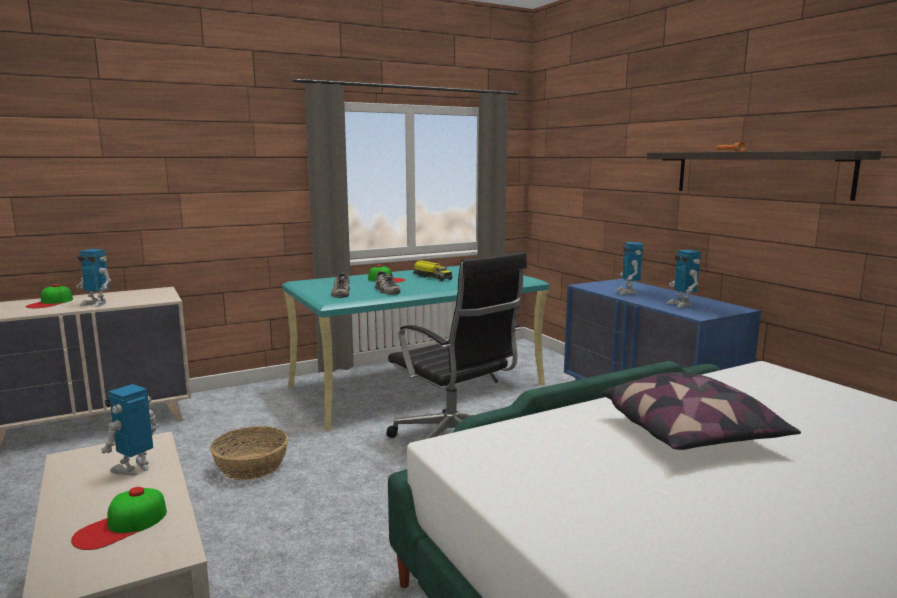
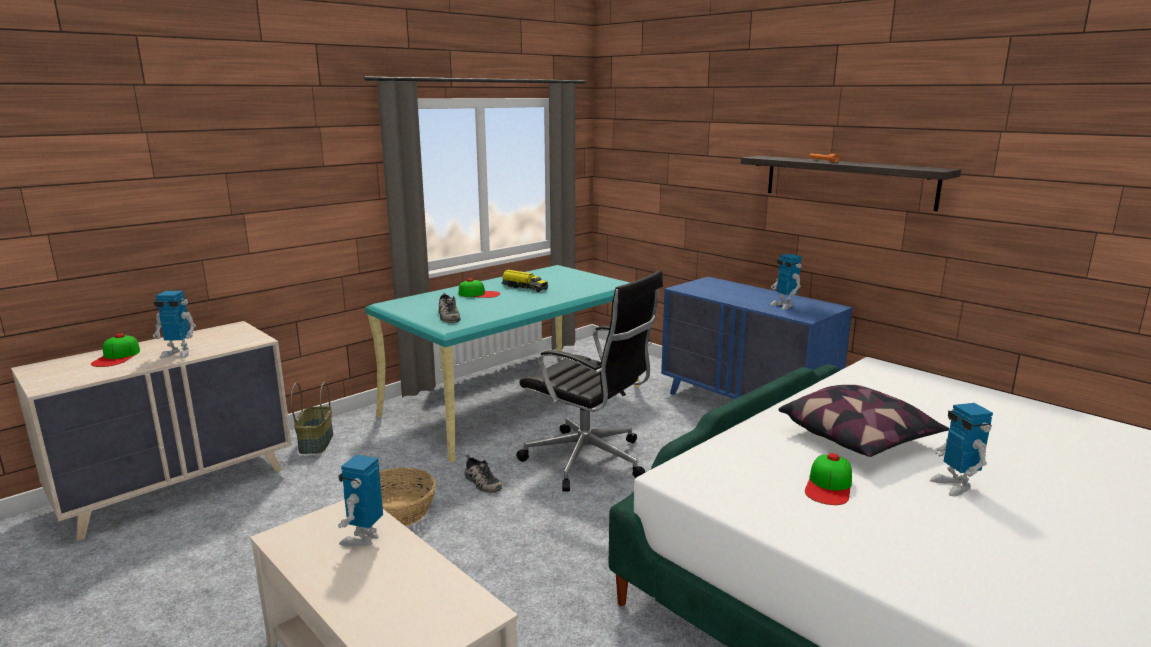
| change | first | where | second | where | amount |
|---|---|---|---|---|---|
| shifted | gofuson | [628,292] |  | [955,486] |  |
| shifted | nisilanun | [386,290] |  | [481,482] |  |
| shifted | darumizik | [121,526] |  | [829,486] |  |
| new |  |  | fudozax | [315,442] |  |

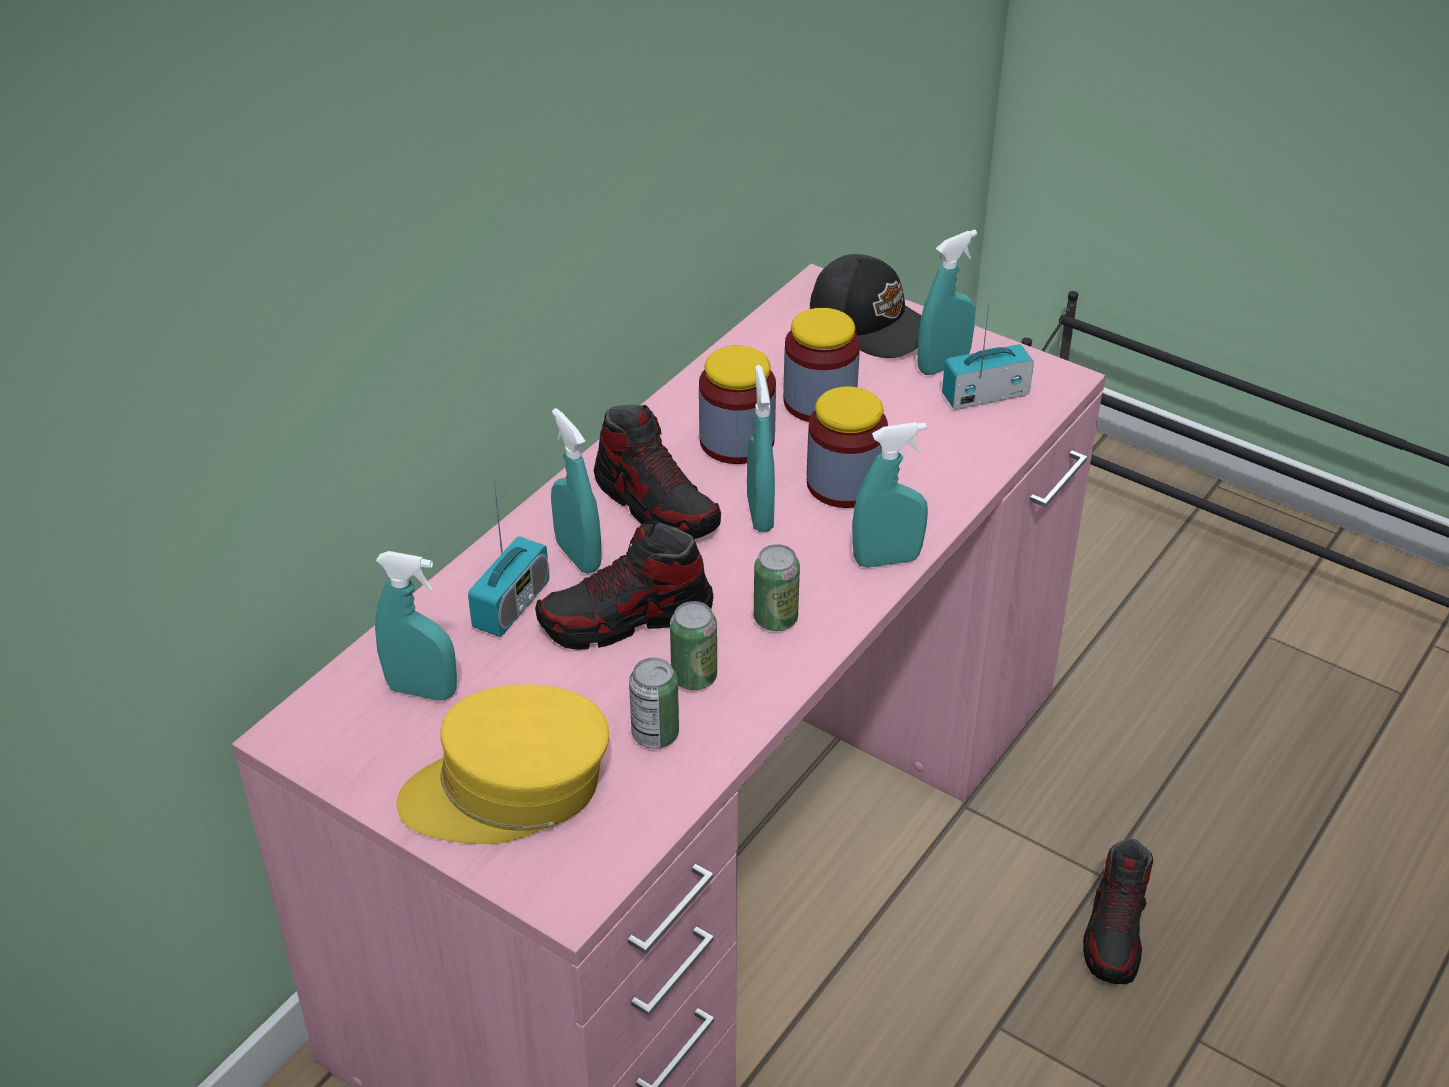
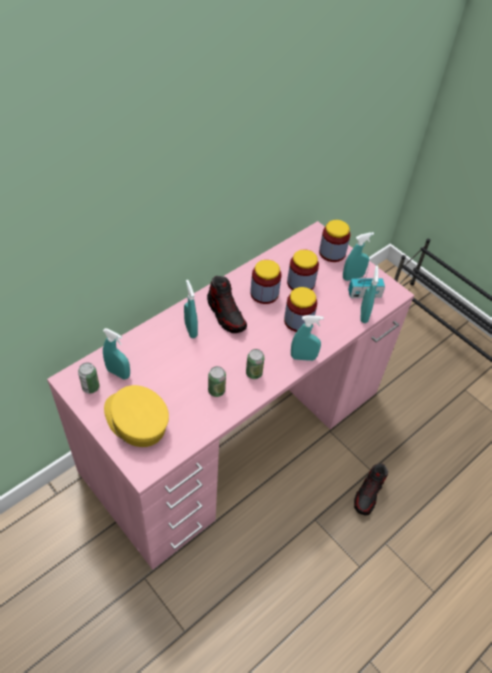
| change | first | where | second | where | amount |
|---|---|---|---|---|---|
| swapped | black_darumizik | [872,323] | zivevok | [332,253] |  |
| shifted | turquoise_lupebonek | [760,514] |  | [364,315] |  |
| gone | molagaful | [511,605] |  |  |  |
| gone | nisilanun | [626,619] |  |  |  |
| shifted | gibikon | [655,734] |  | [91,387] |  |
| rotated | yellow_darumizik | [509,790] |  | [136,421] | 45 degrees clockwise |

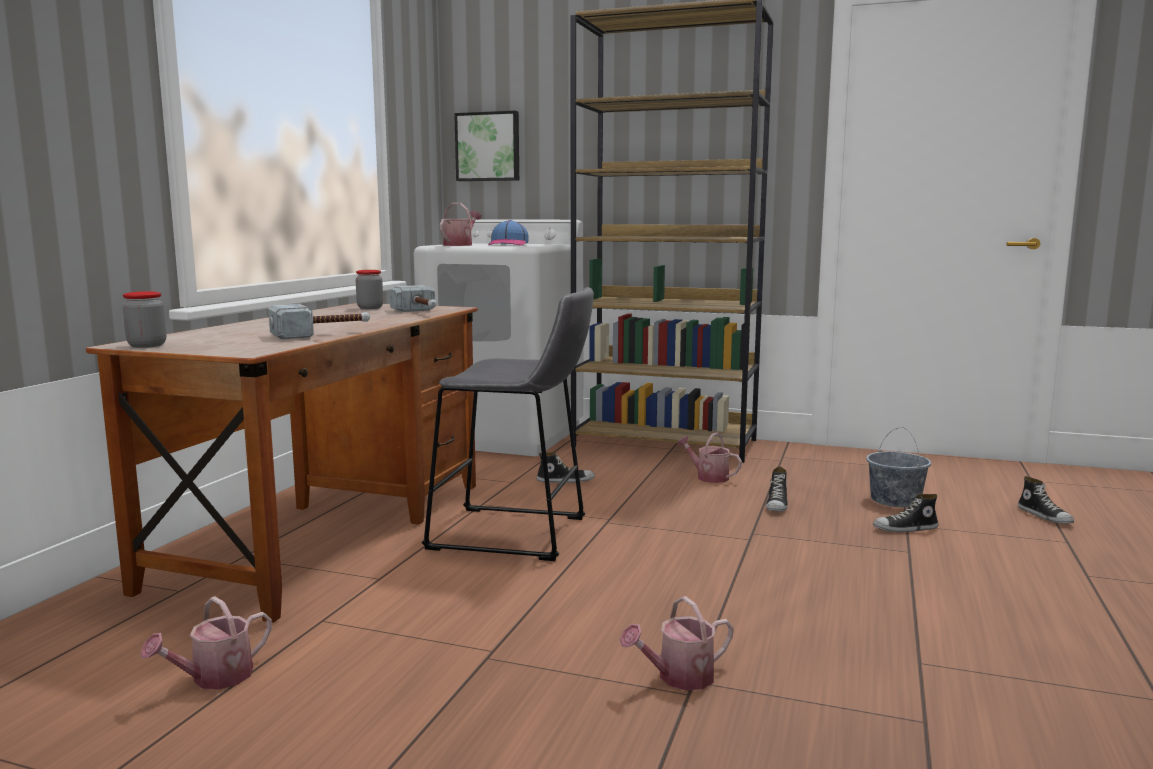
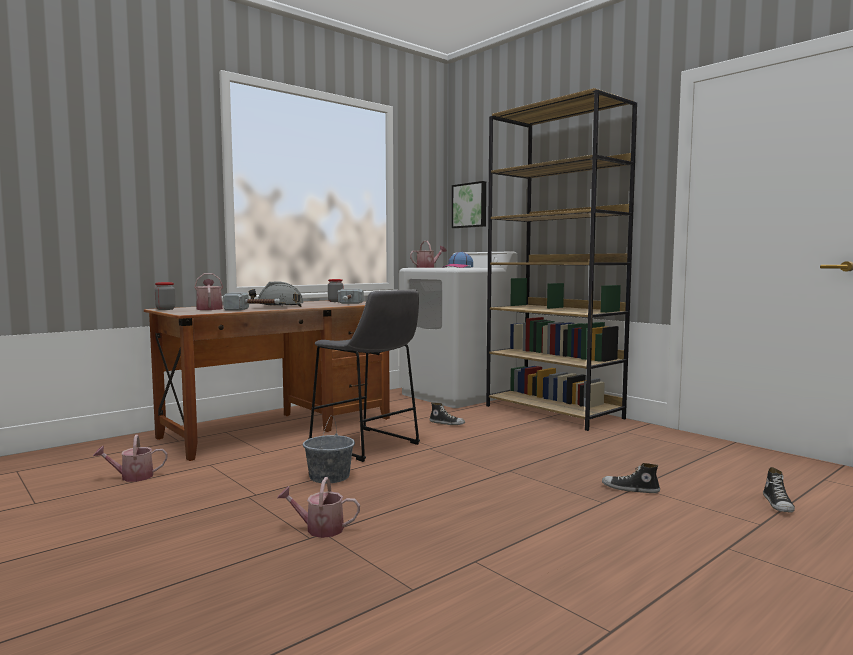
| change | first | where | second | where | amount |
|---|---|---|---|---|---|
| shifted | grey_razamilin | [895,500] |  | [329,476] |  |
| shifted | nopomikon | [708,477] |  | [209,309] |  |
| gone | nisilanun | [777,505] |  |  |  |
| new |  |  | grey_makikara | [277,307] |  |

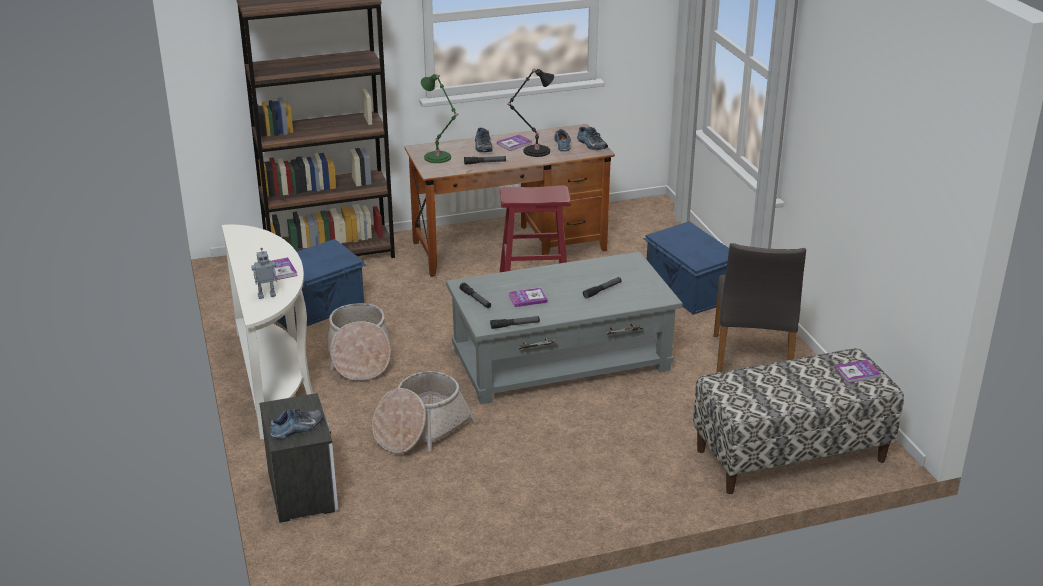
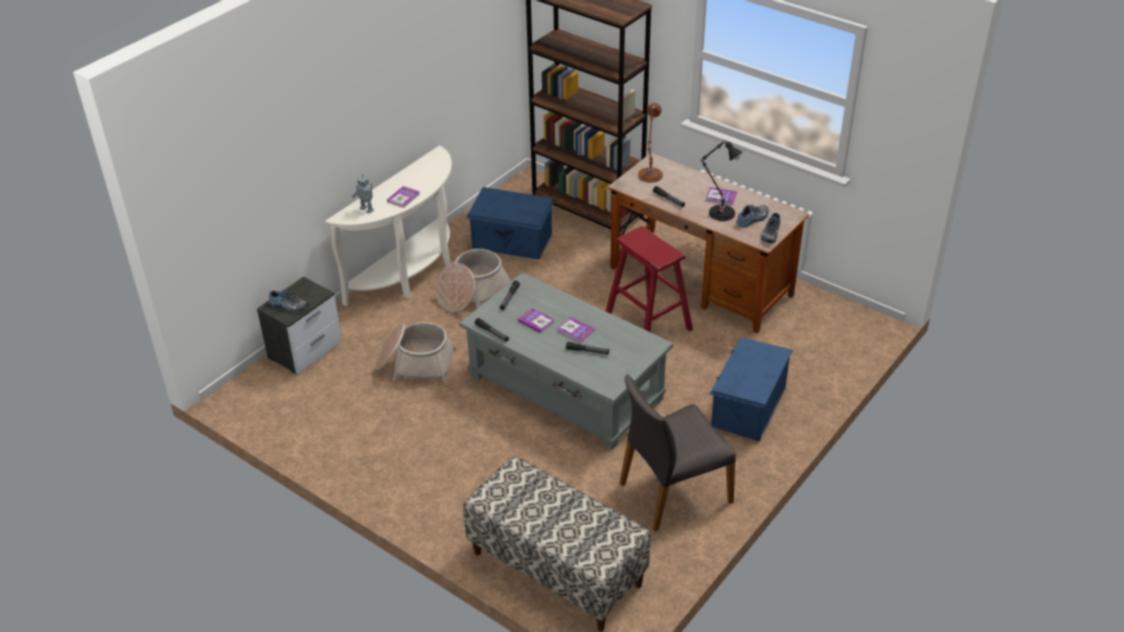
| change | first | where | second | where | amount |
|---|---|---|---|---|---|
| repainted | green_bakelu | [439,158] | brown_bakelu | [649,176] |  |
| gone | nisilanun | [482,146] |  |  |  |
| shifted | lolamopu | [857,372] |  | [575,330] |  |

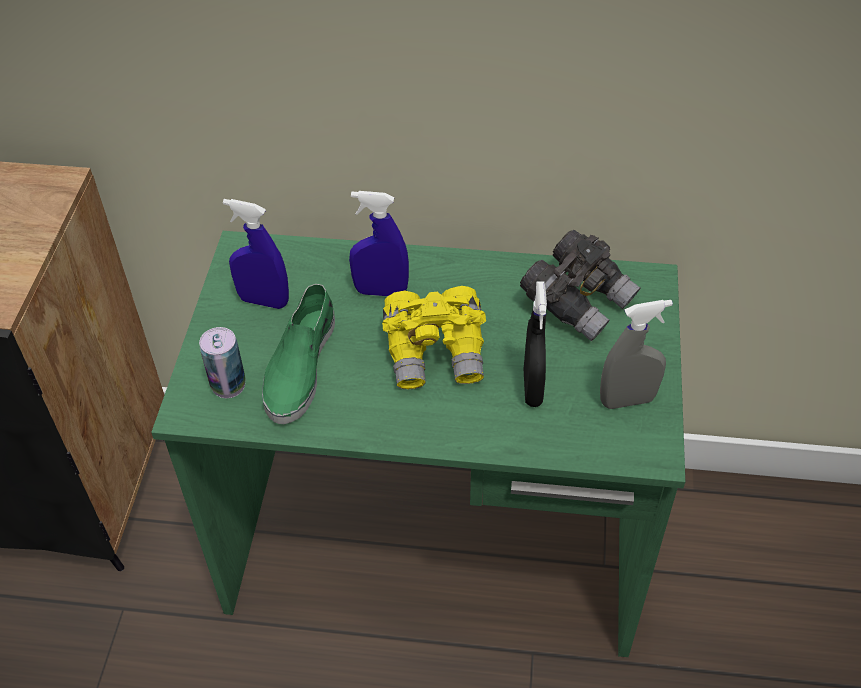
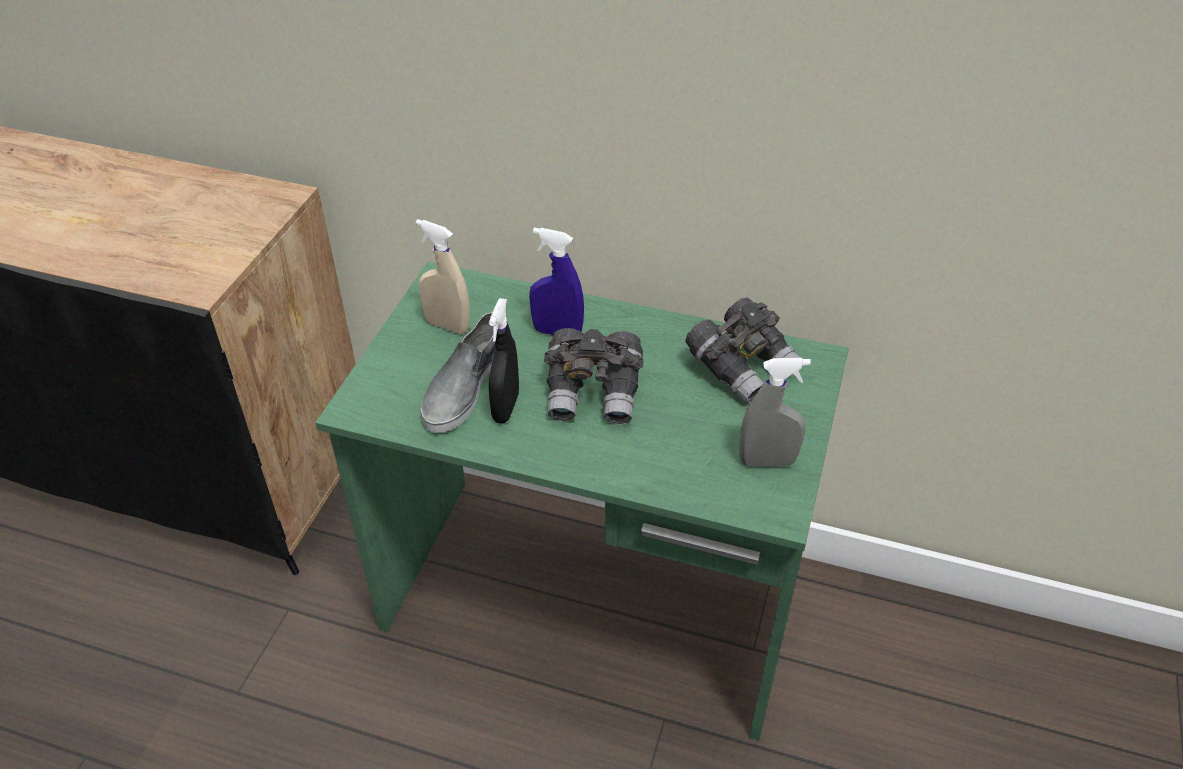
| change | first | where | second | where | amount |
|---|---|---|---|---|---|
| repainted | blue_lupebonek | [264,301] | beige_lupebonek | [447,325] |  |
| shifted | black_lupebonek | [532,388] |  | [506,407] |  |
| repainted | green_nisilanun | [300,366] | grey_nisilanun | [465,386] |  |
| repainted | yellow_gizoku | [436,353] | grey_gizoku | [594,393] |  |
| gone | gibikon | [228,385] |  |  |  |

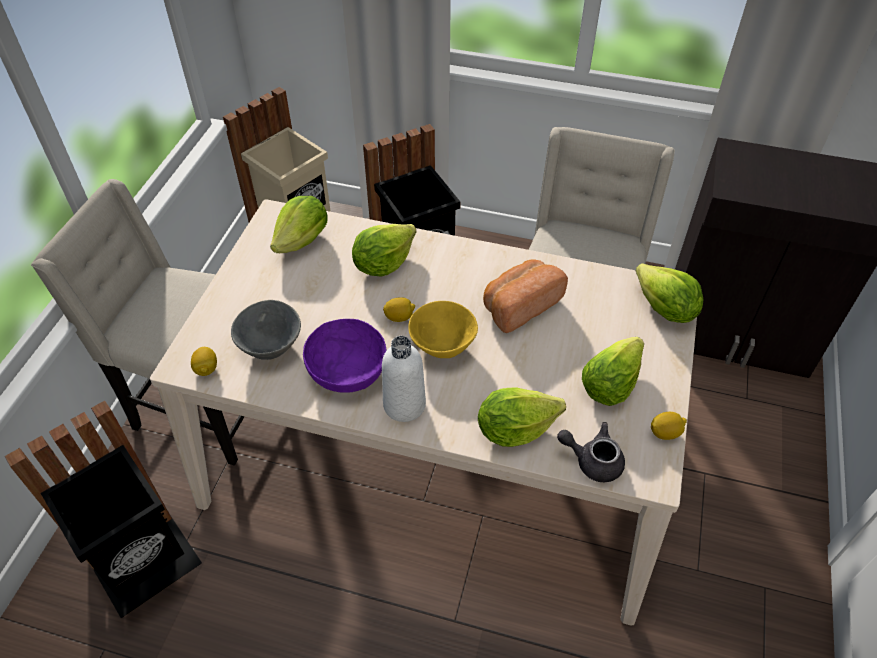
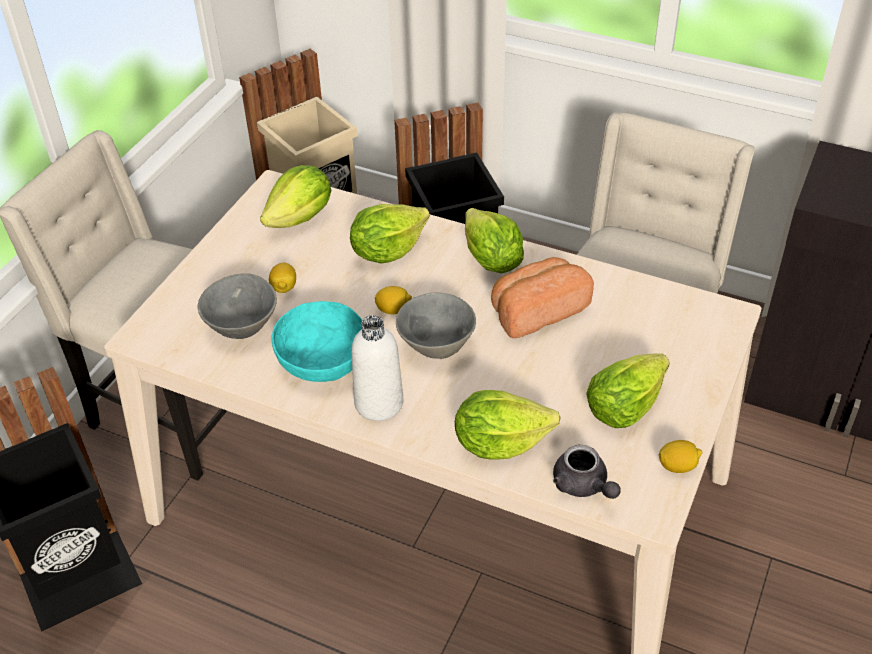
| change | first | where | second | where | amount |
|---|---|---|---|---|---|
| shifted | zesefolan | [664,309] |  | [491,261] |  |
| repainted | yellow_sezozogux | [443,344] | grey_sezozogux | [437,344] |  |
| repainted | purple_sezozogux | [347,370] | turquoise_sezozogux | [322,360] |  |
| shifted | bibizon | [206,369] |  | [284,287] |  |
| rotated | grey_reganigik | [592,460] |  | [583,486] | 150 degrees counterclockwise |

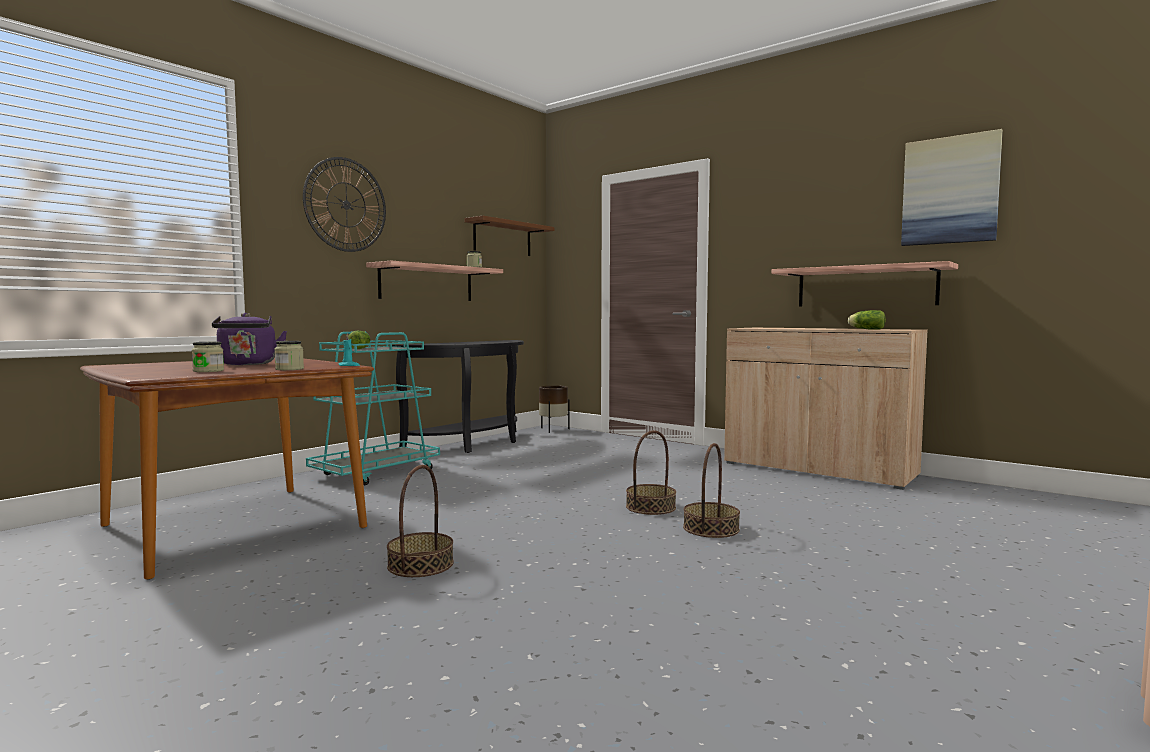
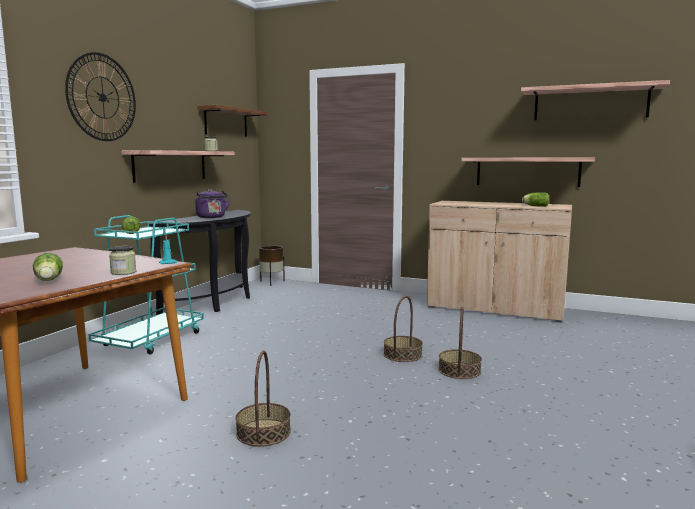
| change | first | where | second | where | amount |
|---|---|---|---|---|---|
| swapped | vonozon | [950,190] | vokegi | [590,103] |  |
| shifted | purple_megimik | [247,364] |  | [212,217] |  |
| swapped | zivevok | [208,371] | zesefolan | [48,280] |  |

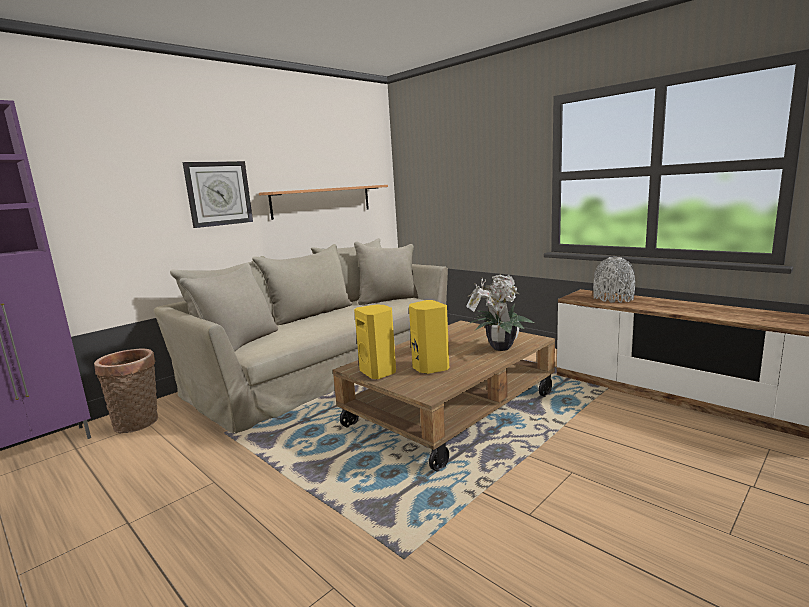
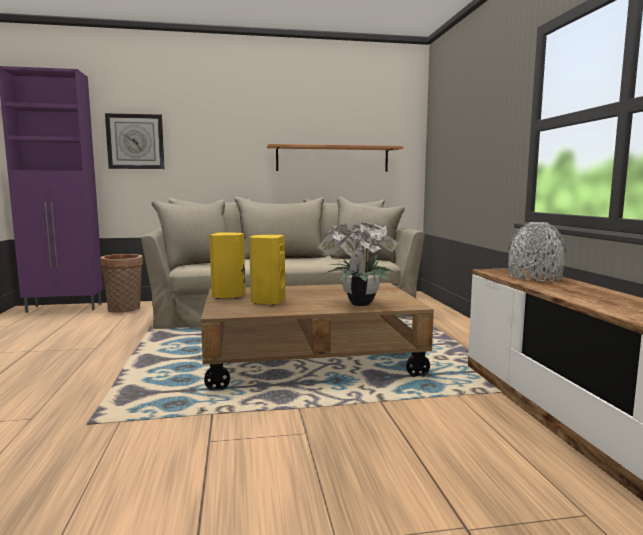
| change | first | where | second | where | amount |
|---|---|---|---|---|---|
| shifted | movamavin | [218,193] |  | [135,141] |  |

